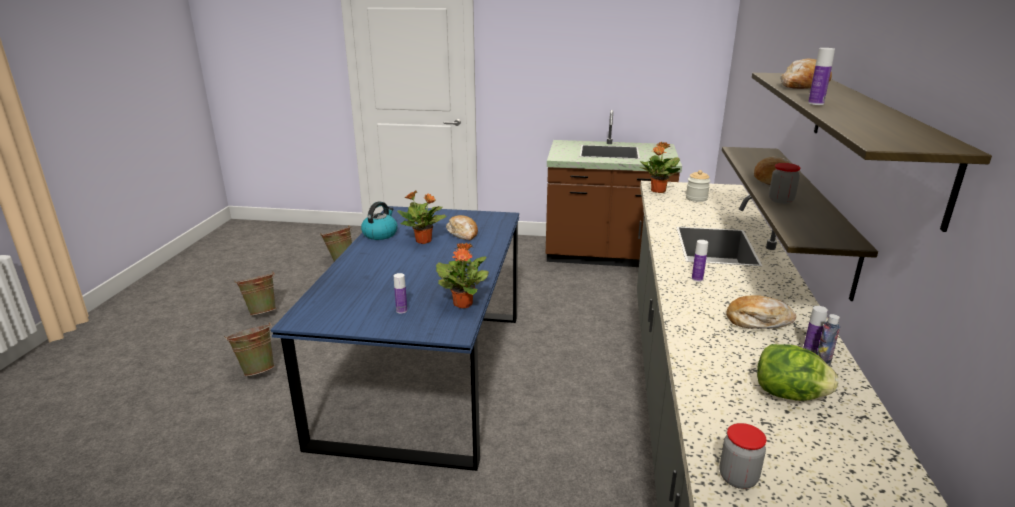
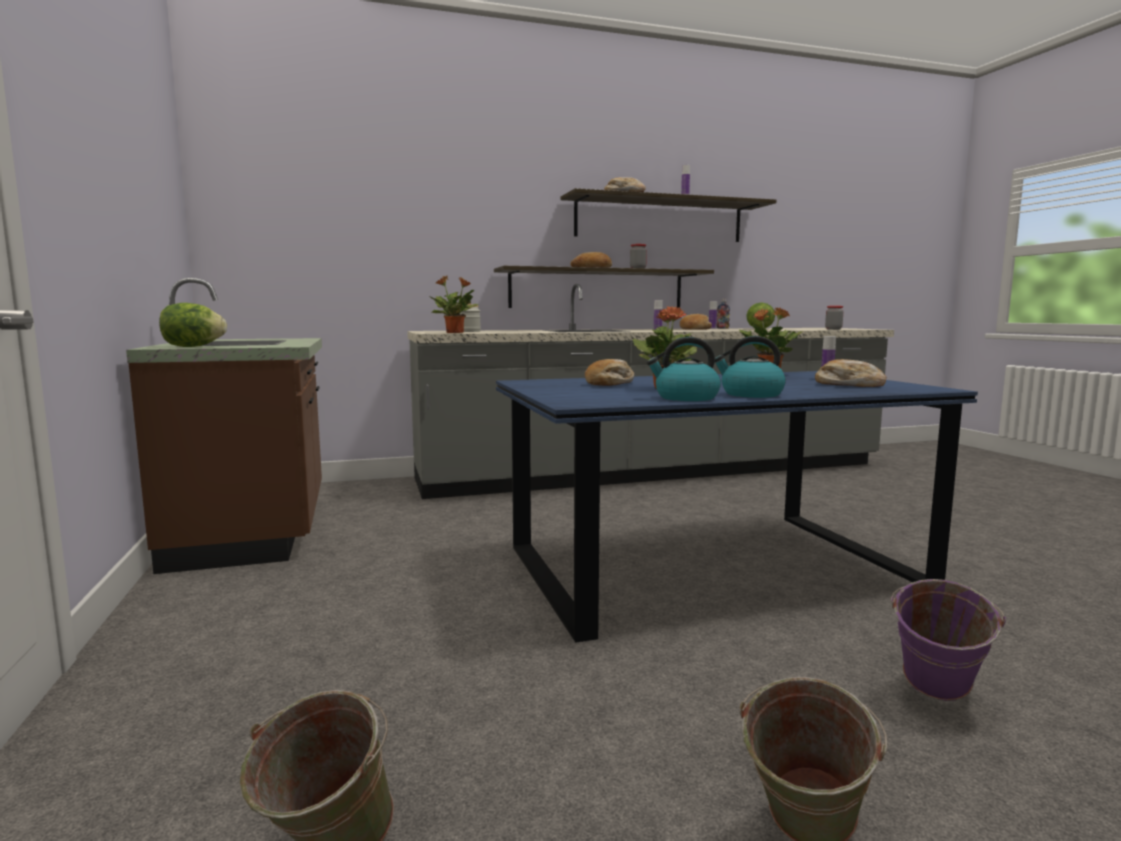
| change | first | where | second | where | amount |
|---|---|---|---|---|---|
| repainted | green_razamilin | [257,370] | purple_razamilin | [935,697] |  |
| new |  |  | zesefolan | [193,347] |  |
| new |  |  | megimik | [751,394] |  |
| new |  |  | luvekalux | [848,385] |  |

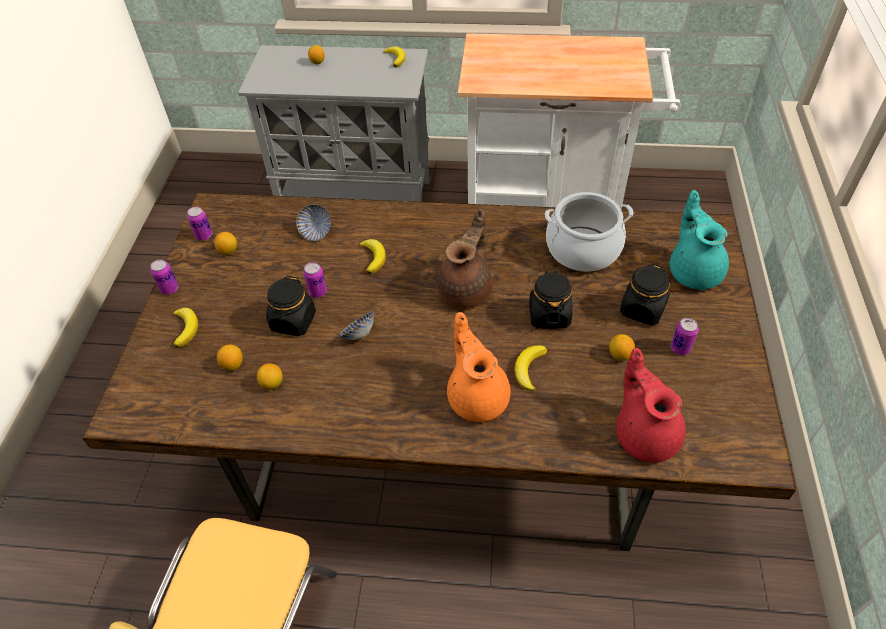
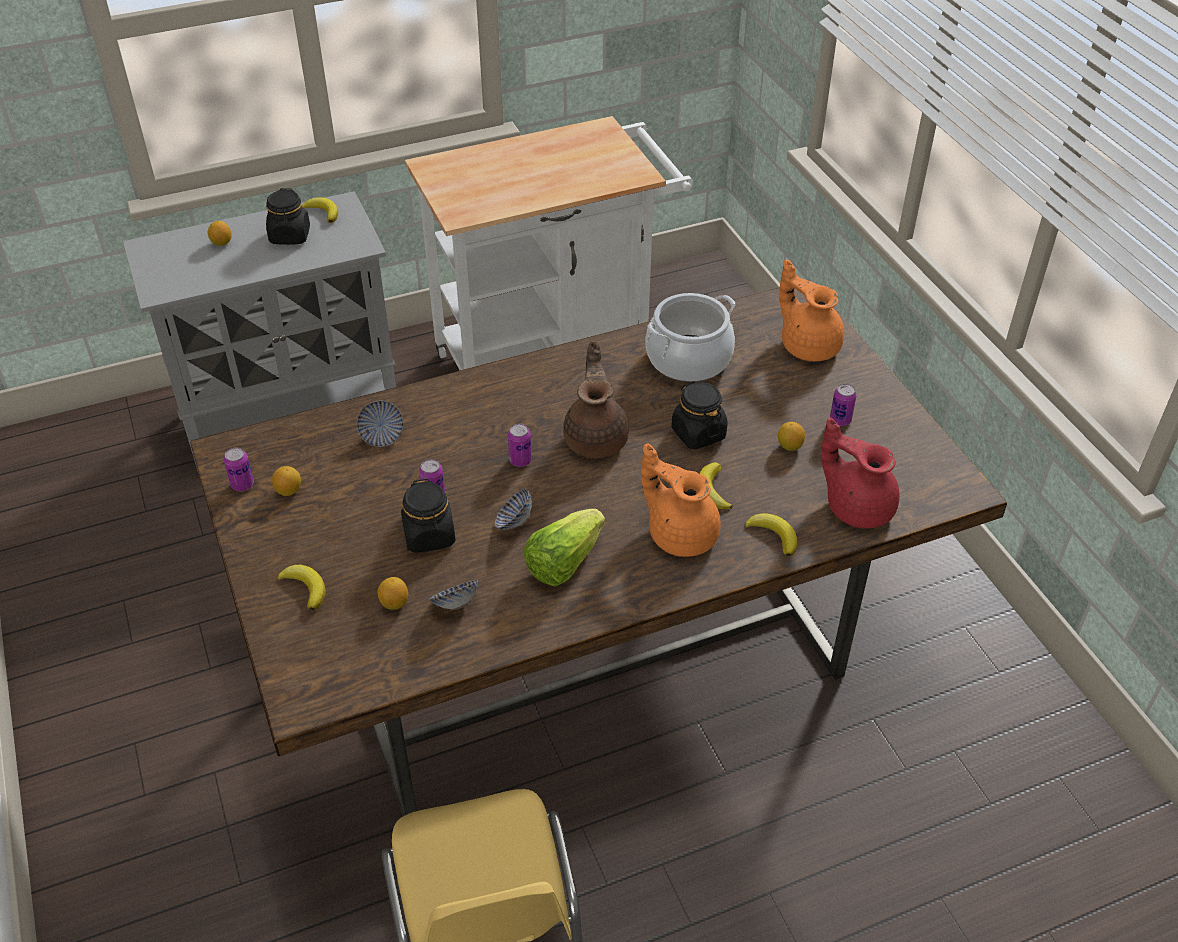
| change | first | where | second | where | amount |
|---|---|---|---|---|---|
| repainted | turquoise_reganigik | [694,271] | orange_reganigik | [808,345] |  |
| shifted | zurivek | [373,257] |  | [774,535] |  |
| shifted | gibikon | [169,289] |  | [520,460] |  |
| shifted | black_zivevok | [642,309] |  | [290,236] |  |
| swapped | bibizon | [272,384] | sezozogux | [455,604] |  |
| new |  |  | zesefolan | [563,562] |  |

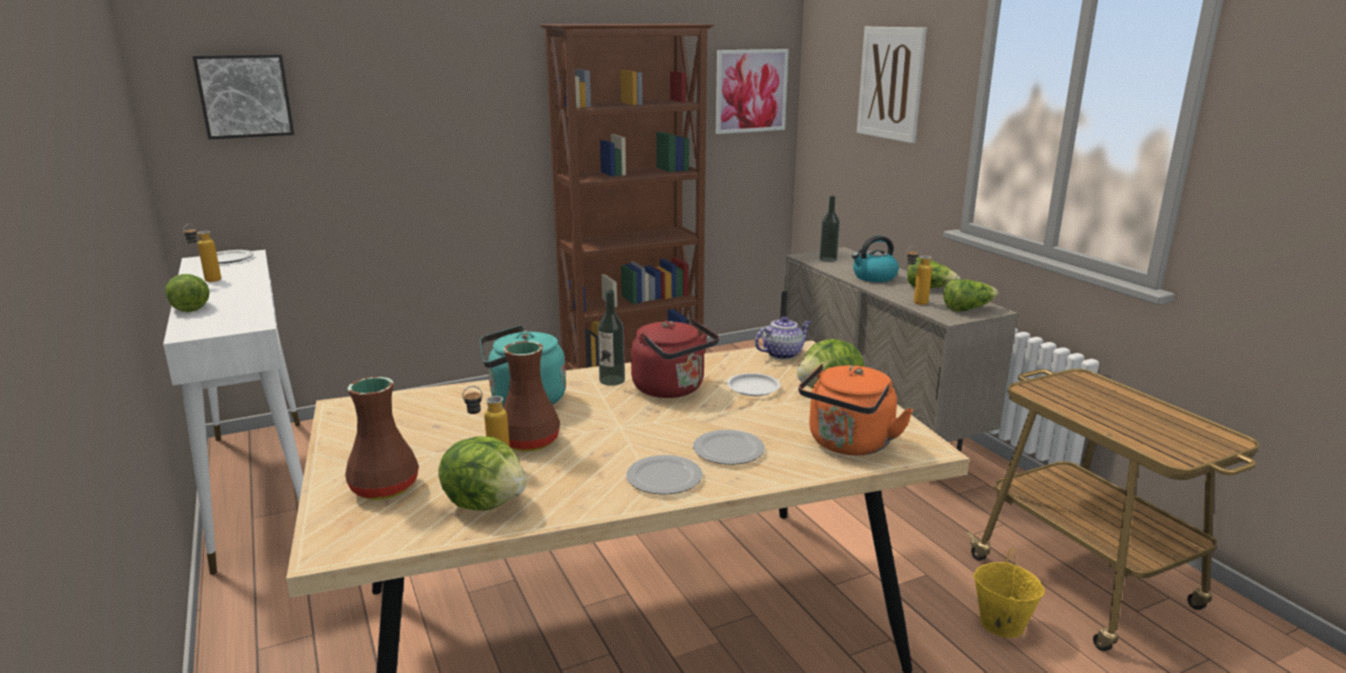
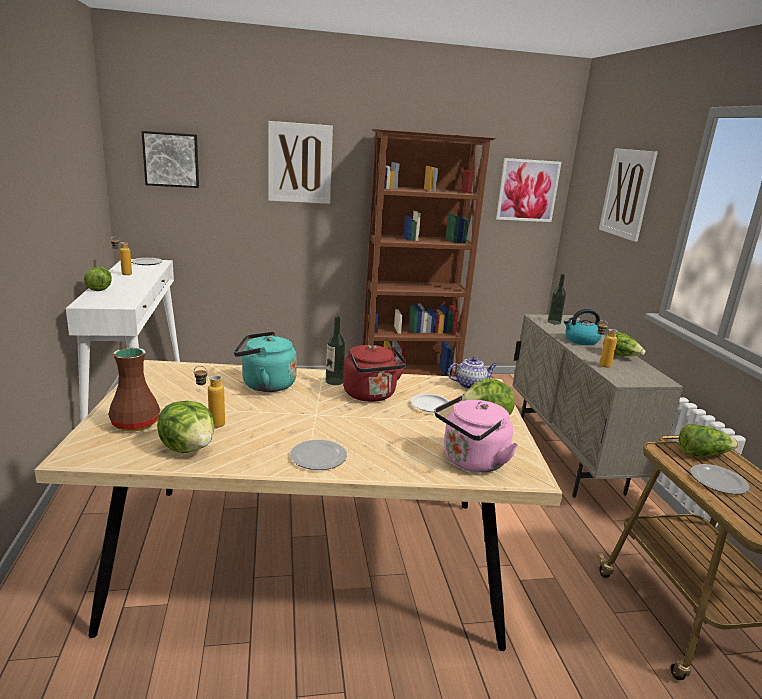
| change | first | where | second | where | amount |
|---|---|---|---|---|---|
| shifted | zesefolan | [967,309] |  | [702,454] |  |
| gone | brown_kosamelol | [529,443] |  |  |  |
| repainted | orange_megimik | [848,445] | pink_megimik | [471,462] |  |
| shifted | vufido | [730,450] |  | [719,481] |  |
| gone | yellow_razamilin | [1001,623] |  |  |  |
| new |  |  | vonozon | [300,163] |  |

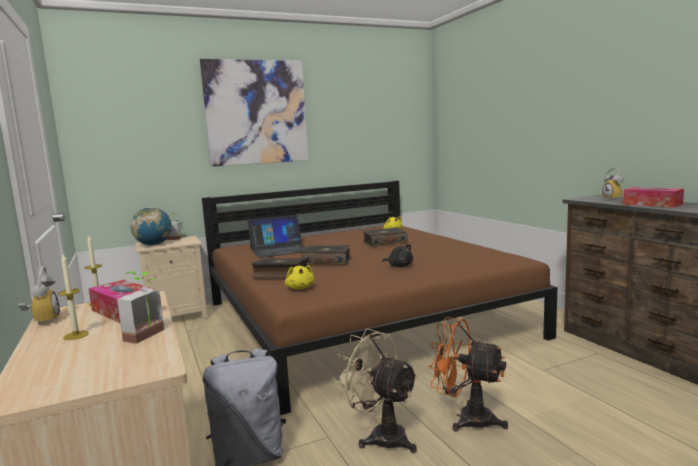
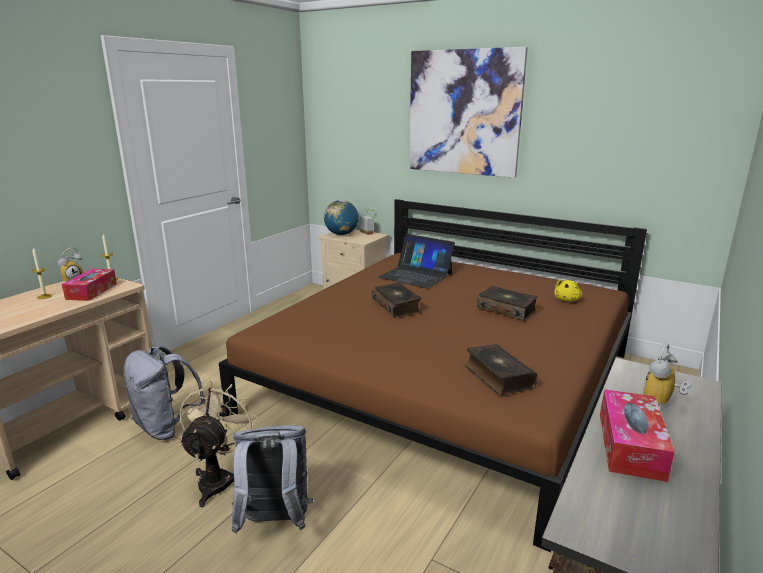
| change | first | where | second | where | amount |
|---|---|---|---|---|---|
| gone | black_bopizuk | [399,266] |  |  |  |
| shifted | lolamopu | [279,274] |  | [497,376] |  |
| gone | yellow_bopizuk | [300,288] |  |  |  |
| gone | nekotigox | [150,336] |  |  |  |
| swapped | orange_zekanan | [466,418] | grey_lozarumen | [274,522] |  |

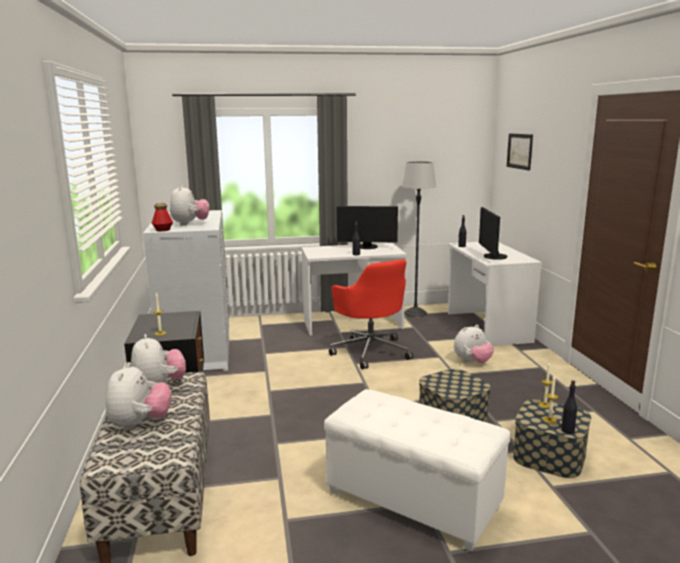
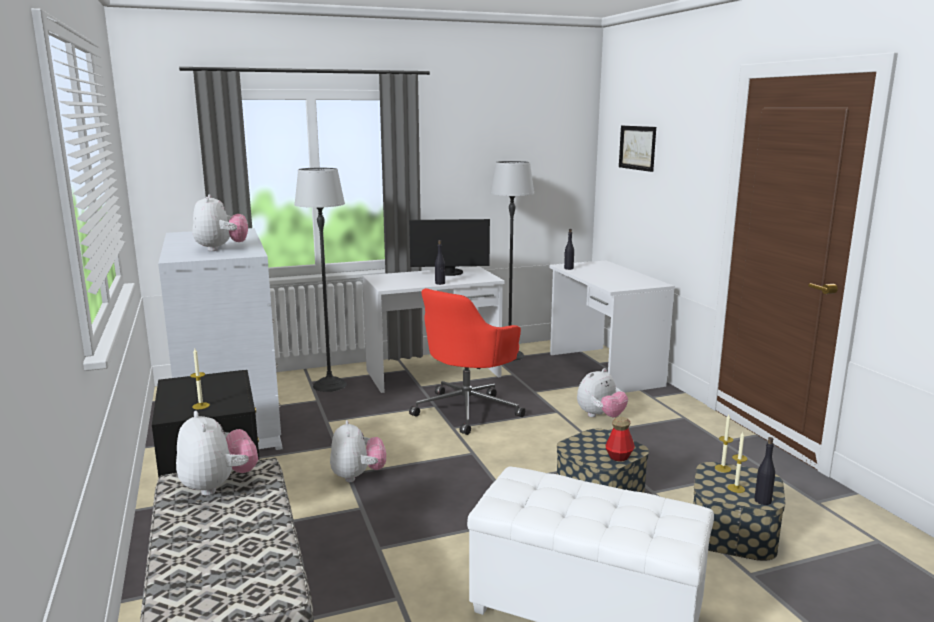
| change | first | where | second | where | amount |
|---|---|---|---|---|---|
| shifted | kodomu | [163,230] |  | [619,457] |  |
| gone | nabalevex | [492,257] |  |  |  |
| rotated | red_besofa | [370,351] |  | [468,410] | 75 degrees clockwise |
| shifted | bopizuk | [140,423] |  | [358,476] |  |
| new |  |  | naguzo | [330,385] |  |

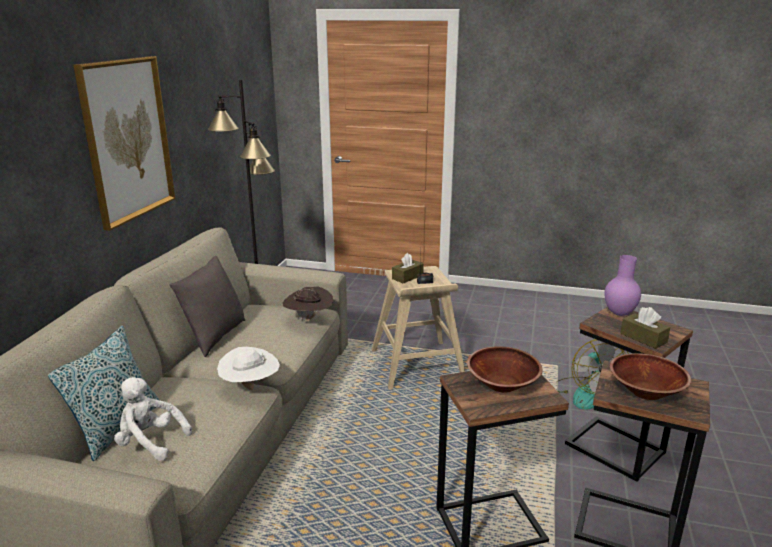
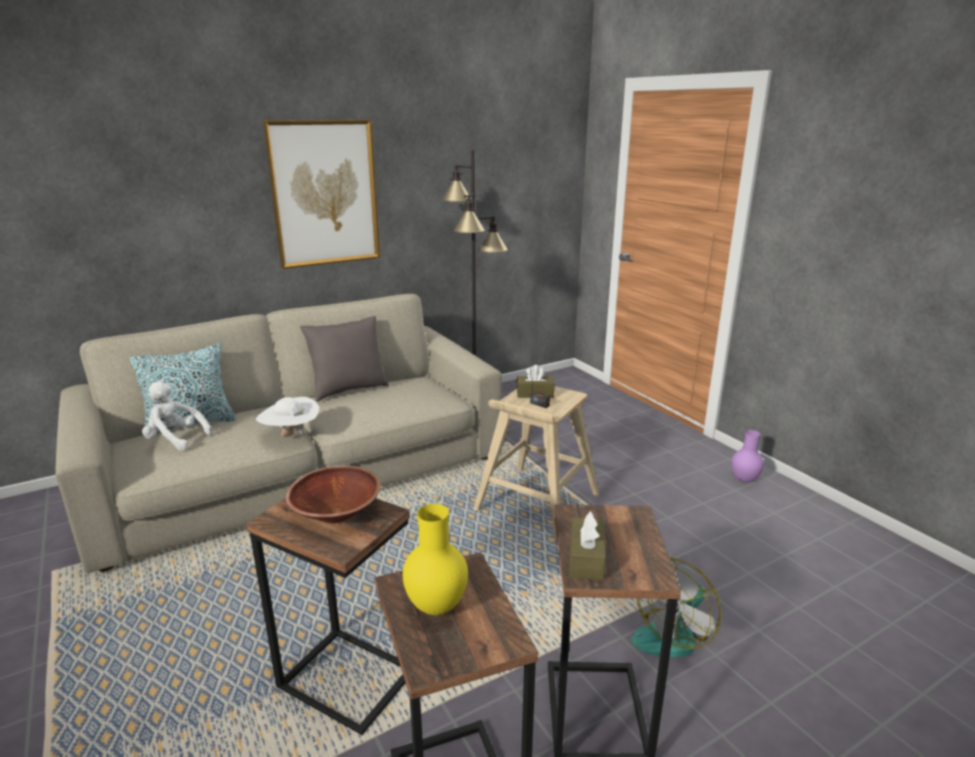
| change | first | where | second | where | amount |
|---|---|---|---|---|---|
| shifted | purple_kosamelol | [619,313] |  | [745,480] |  |
| gone | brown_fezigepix | [309,319] |  |  |  |
| swapped | brown_sezozogux | [646,392] | yellow_kosamelol | [436,608] |  |
| rotated | white_bopizuk | [150,442] |  | [175,439] | 45 degrees counterclockwise |

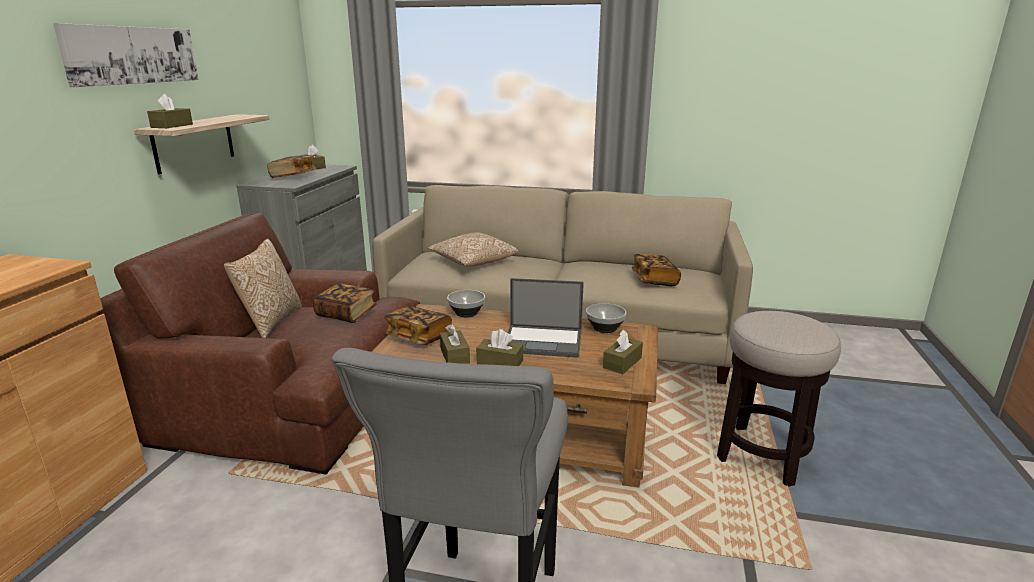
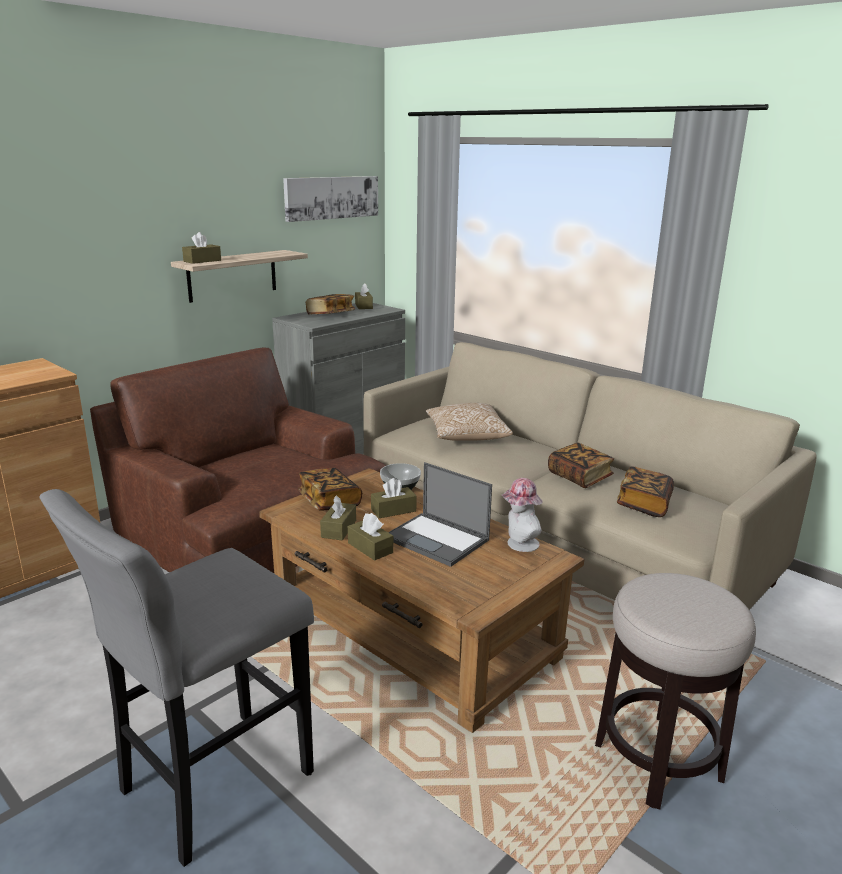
| change | first | where | second | where | amount |
|---|---|---|---|---|---|
| shifted | vonozon | [132,55] |  | [331,197] |  |
| gone | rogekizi | [270,322] |  |  |  |
| shifted | lolamopu | [346,314] |  | [579,477] |  |
| swapped | sezozogux | [605,328] | fezigepix | [519,544] |  |
| shifted | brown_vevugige | [622,363] |  | [393,510] |  |

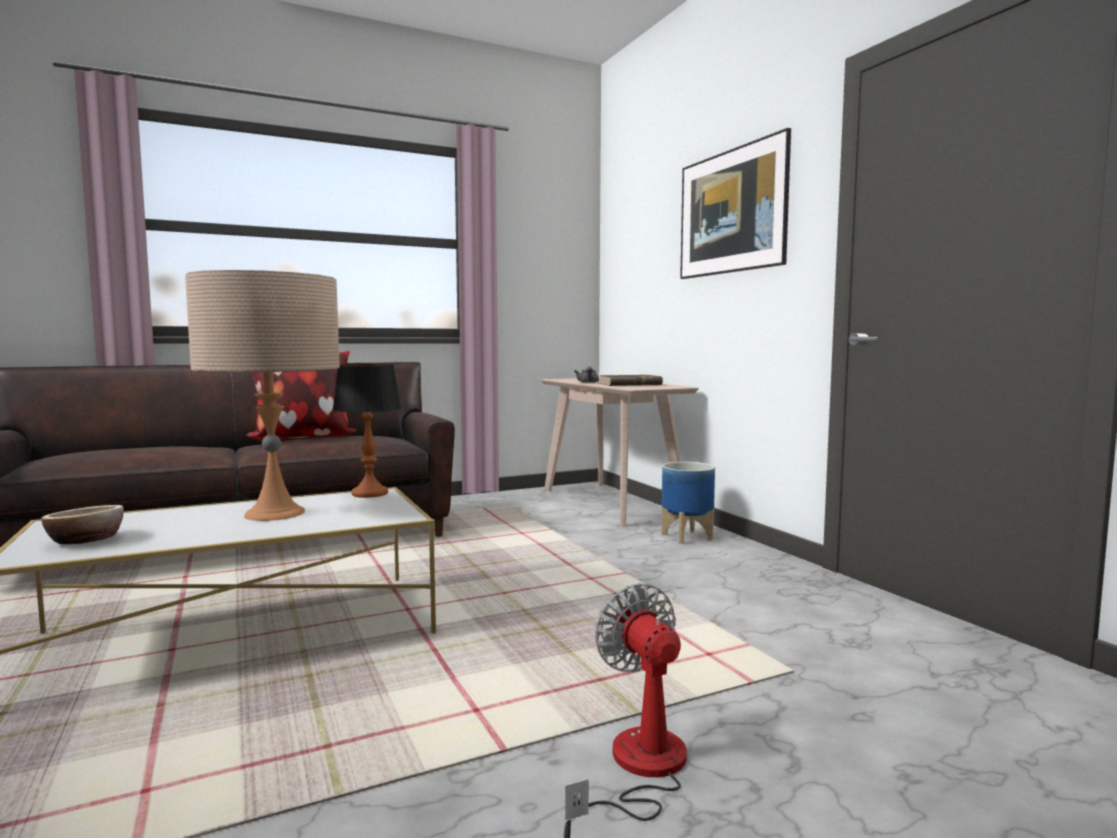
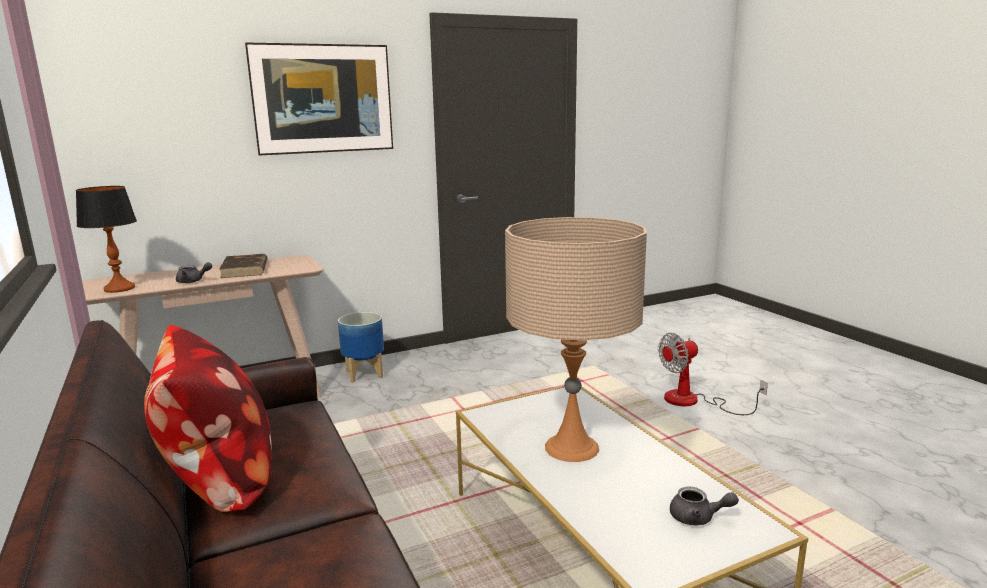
| change | first | where | second | where | amount |
|---|---|---|---|---|---|
| shifted | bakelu | [370,493] |  | [120,288] |  |
| swapped | sezozogux | [86,540] | grey_reganigik | [698,518] |  |

